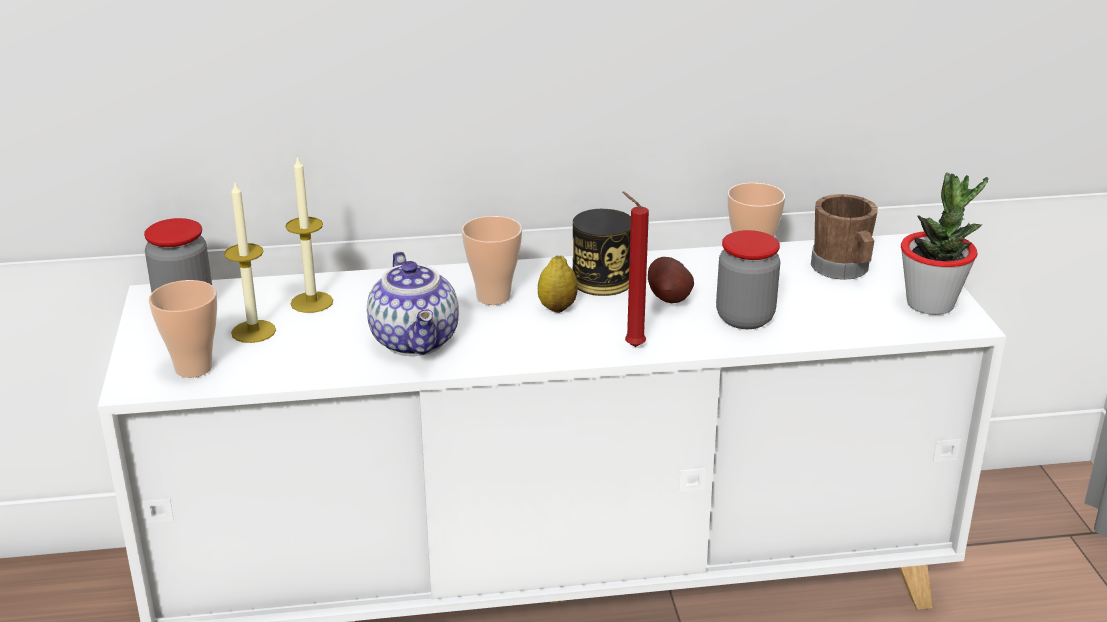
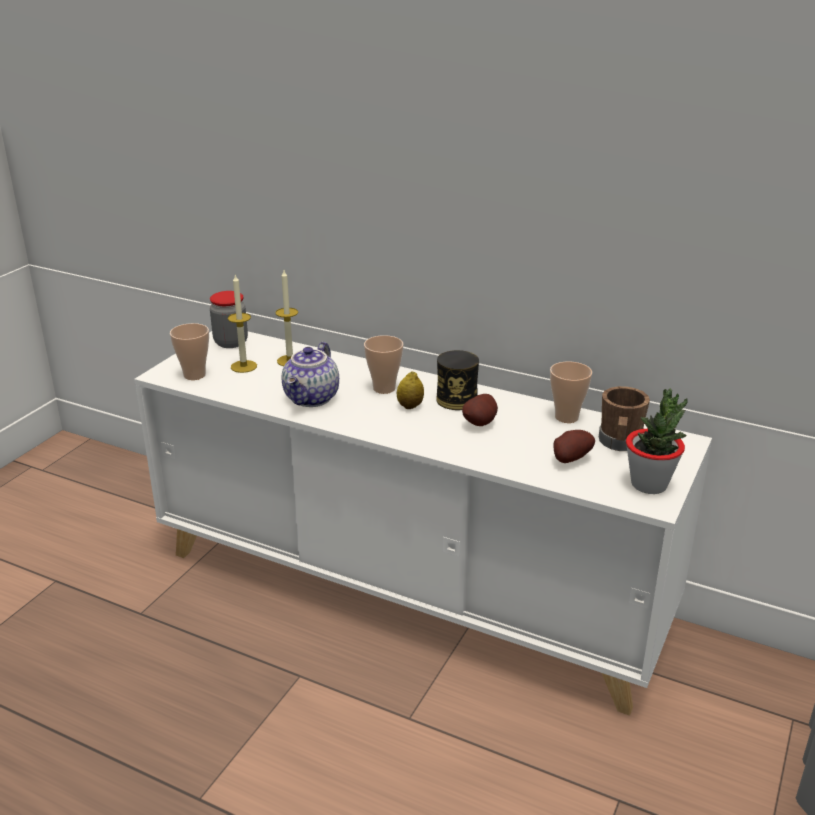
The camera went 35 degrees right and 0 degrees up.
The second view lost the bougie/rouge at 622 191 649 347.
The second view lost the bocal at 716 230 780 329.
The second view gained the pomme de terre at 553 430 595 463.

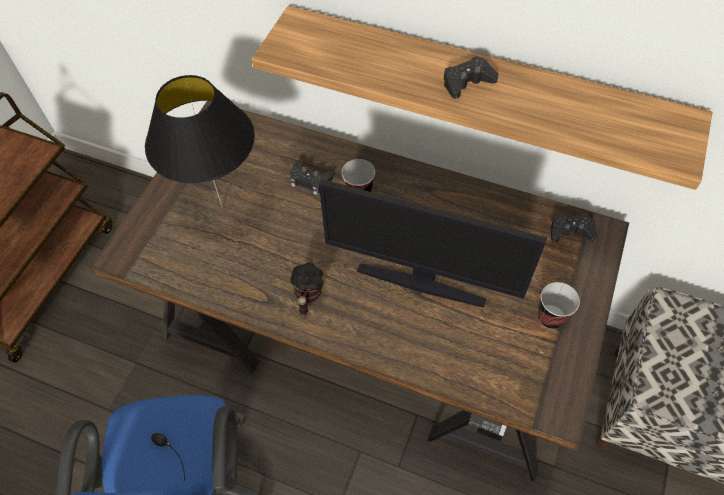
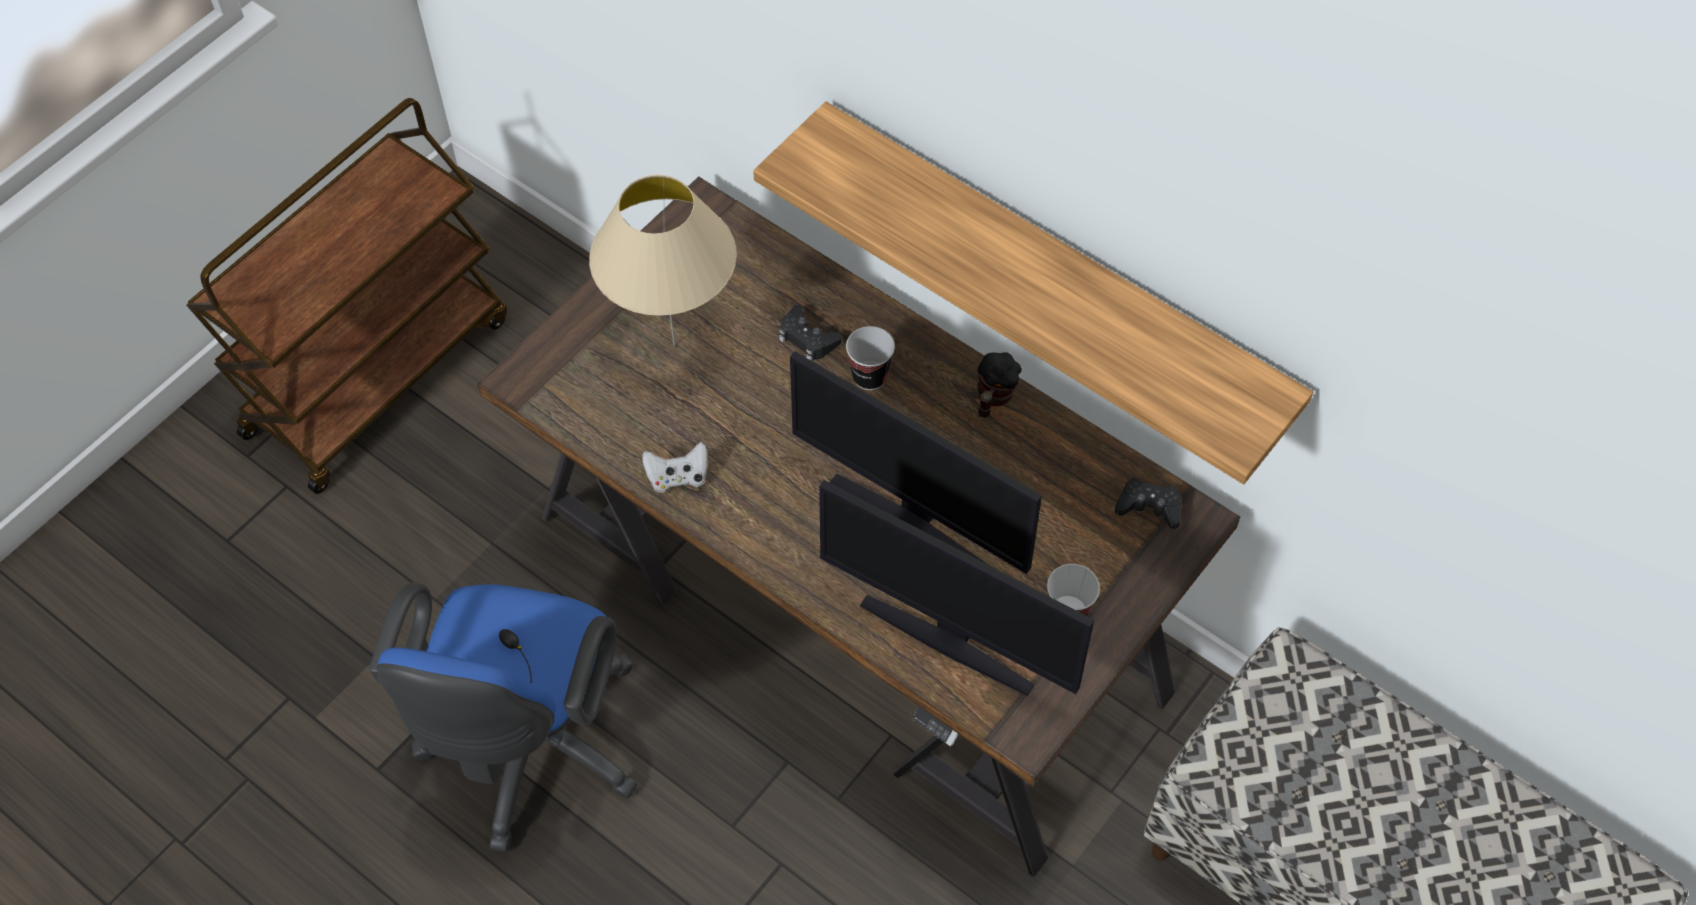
The camera went 15 degrees right and 0 degrees up.
The second view lost the manette/noir at 444 56 499 99.
The second view gained the manette/blanc at 643 442 707 493.
The second view gained the écran d'ordinateur at 819 480 1094 696.
The mug ended up elsewhere, having gone from 291 263 323 315 to 977 352 1022 418.
What was the lampe de table/noir at 145 75 255 207 turned into the lampe de table/beige at 589 175 737 346.

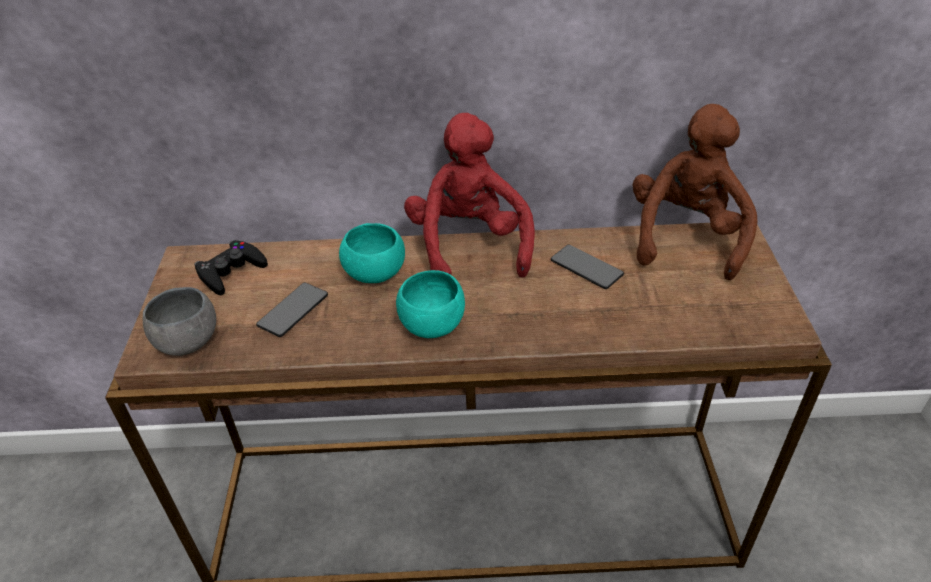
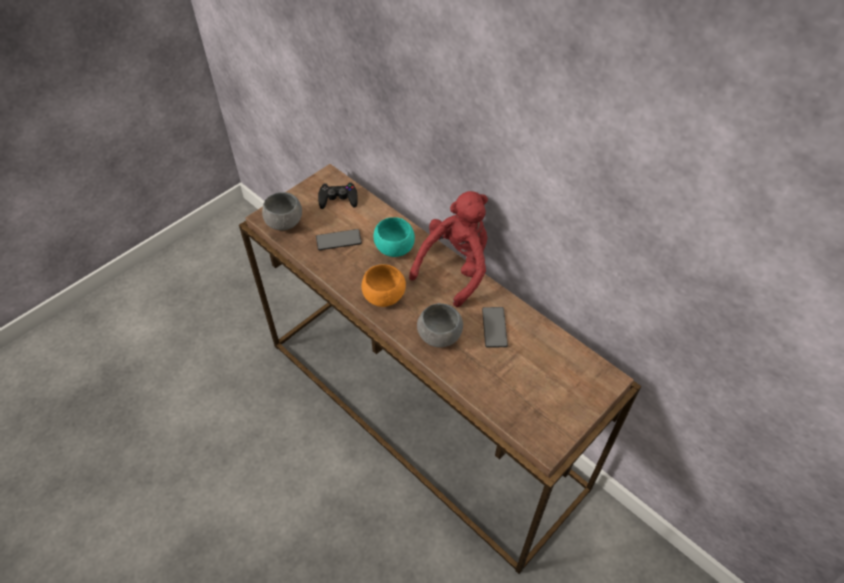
The camera went 45 degrees right and 10 degrees up.
The second view lost the peluche/marron at 633 104 758 280.
The second view gained the bol/gris at 417 303 463 348.
What was the bol/turquoise at 396 270 465 338 turned into the bol/orange at 362 264 406 307.

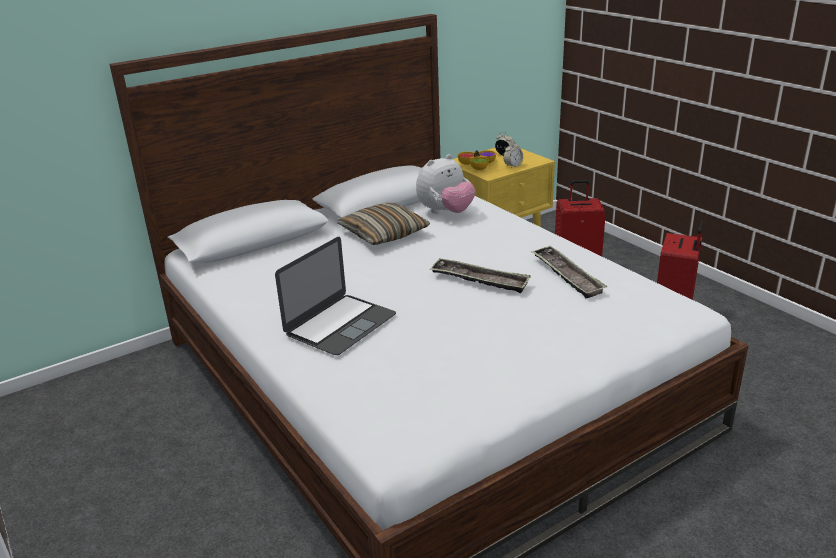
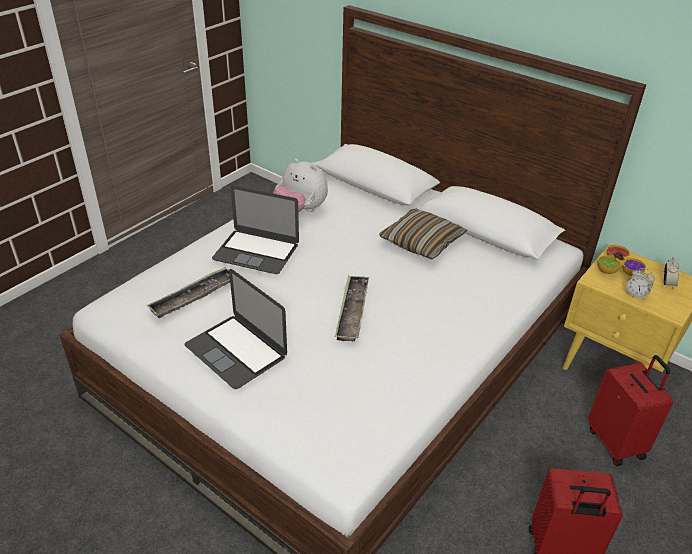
The camera went 70 degrees right and 10 degrees up.
The second view gained the ordinateur portable at 185 269 287 389.
The peluche ended up elsewhere, having gone from 416 154 476 214 to 273 159 328 213.
The plateau ended up elsewhere, having gone from 532 246 607 298 to 146 267 230 318.

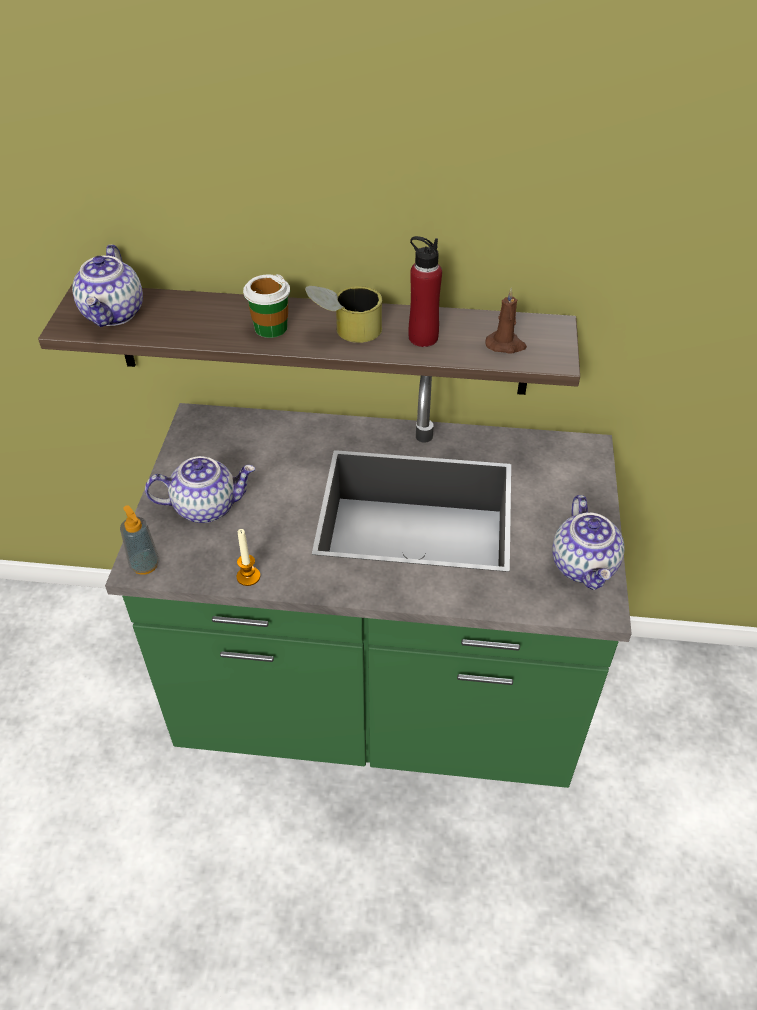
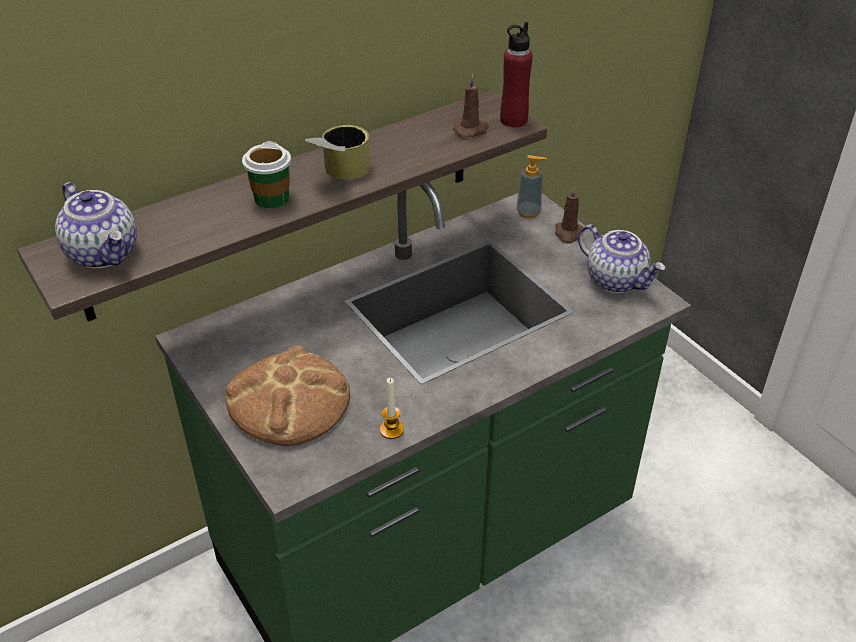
The camera went 40 degrees left and 5 degrees down.
The second view gained the bougie/marron at 555 186 583 244.
The distributeur de savon ended up elsewhere, having gone from 120 505 160 575 to 516 155 547 218.
The bouteille/rouge ended up elsewhere, having gone from 408 236 442 347 to 500 22 533 128.
Where the théière stood at 145 456 255 523, the pain came to stand at 225 345 350 446.

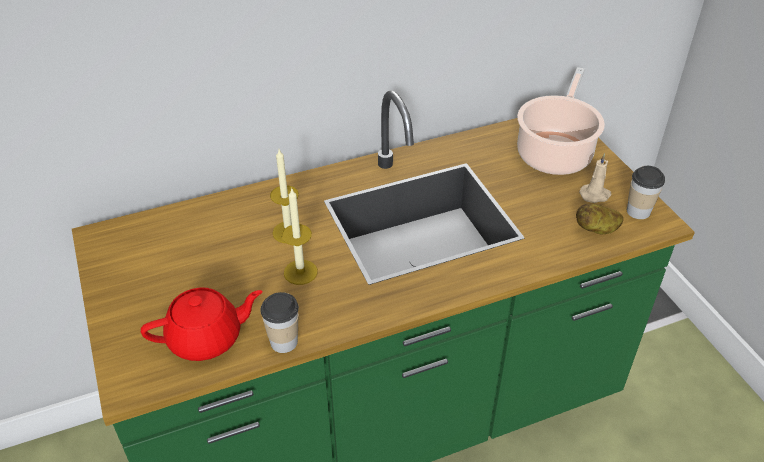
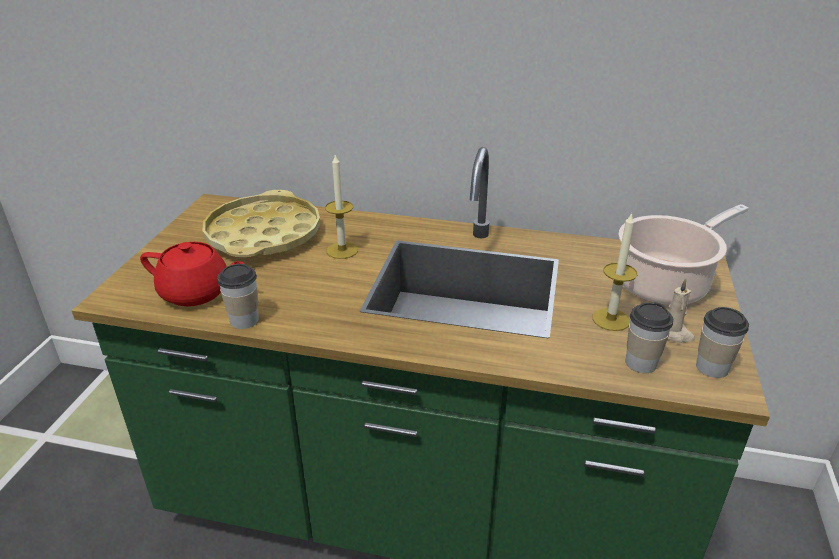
The camera went 35 degrees right and 10 degrees down.
The second view gained the plateau/jaune at 203 190 320 257.
The bougie ended up elsewhere, having gone from 282 189 318 285 to 592 213 637 331.
Where the pomme de terre stood at 576 204 623 234, the tasse came to stand at 626 302 673 373.

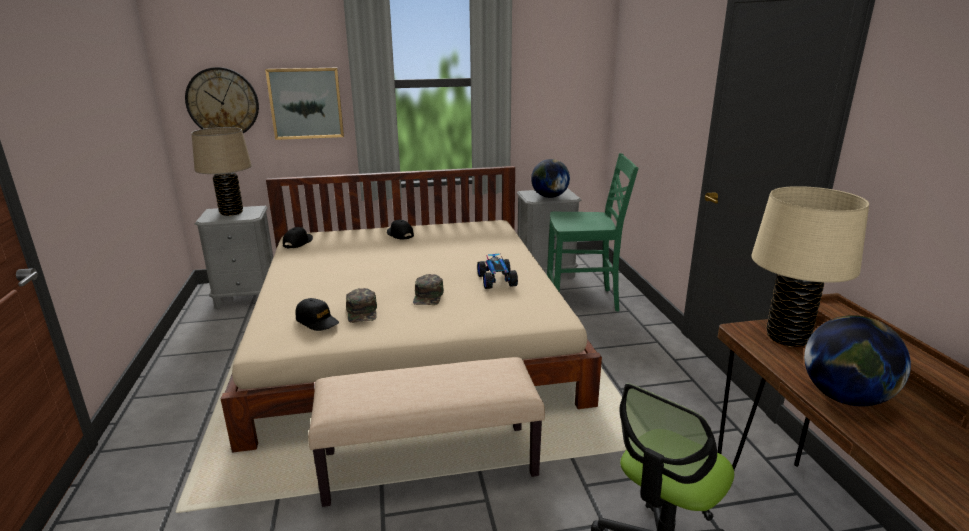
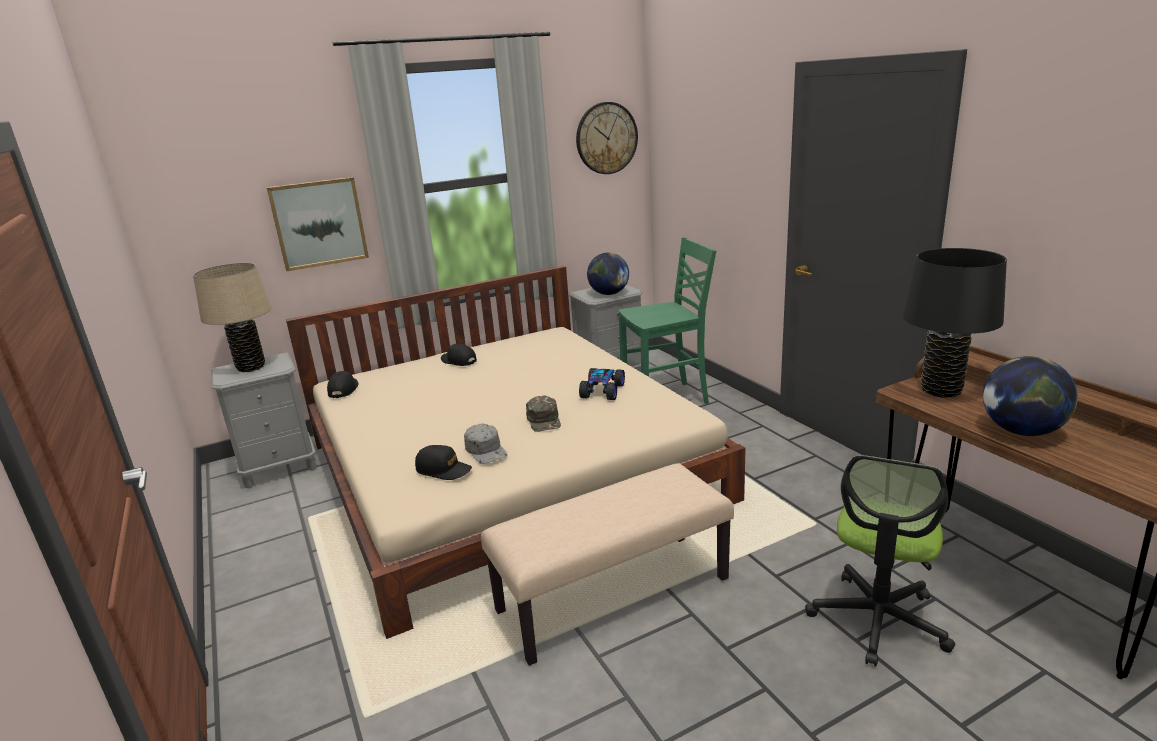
The camera went 15 degrees left and 0 degrees up.
The horloge murale ended up elsewhere, having gone from 185 67 259 133 to 576 102 638 174.
What was the casquette/vert at 346 288 377 323 turned into the casquette/gris at 464 424 507 464.
What was the lampe de table/beige at 751 186 869 347 turned into the lampe de table/noir at 903 248 1007 398.
The petite voiture at 477 253 518 289 ended up facing another way, 135 degrees counterclockwise from before.

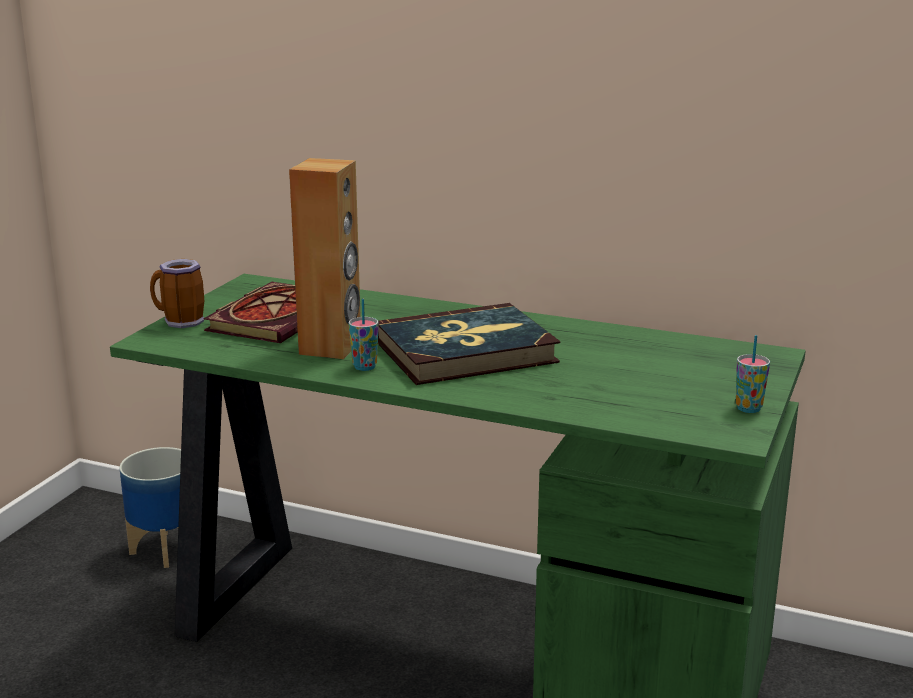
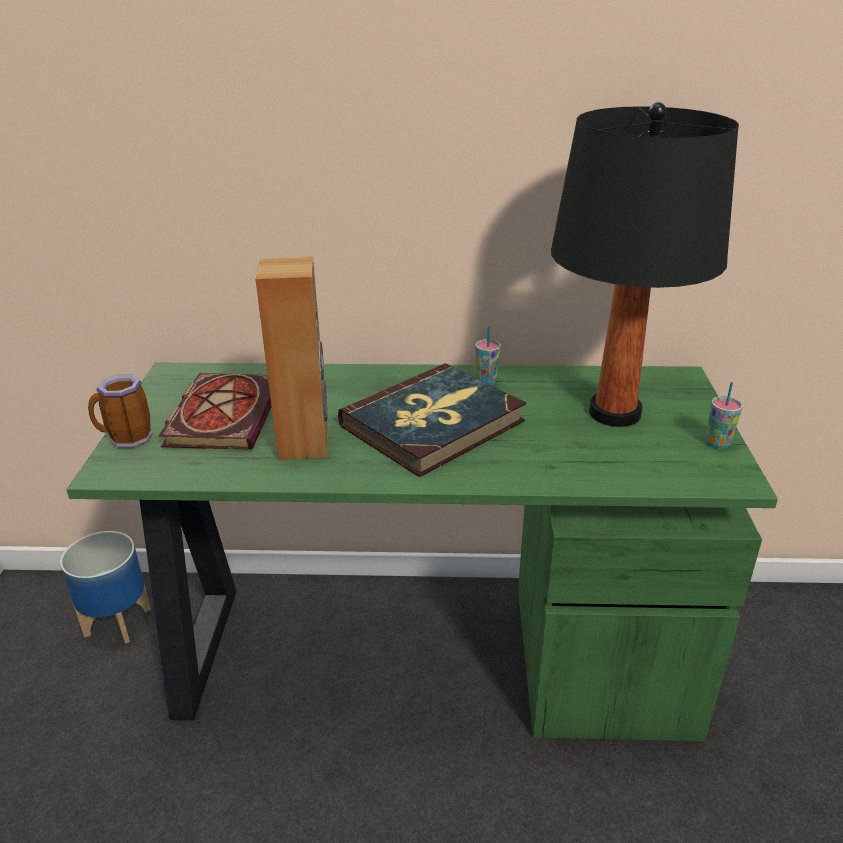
The camera went 20 degrees left and 10 degrees up.
The second view gained the lampe de table/noir at 551 102 739 427.
The tasse ended up elsewhere, having gone from 349 299 379 371 to 475 325 501 385.

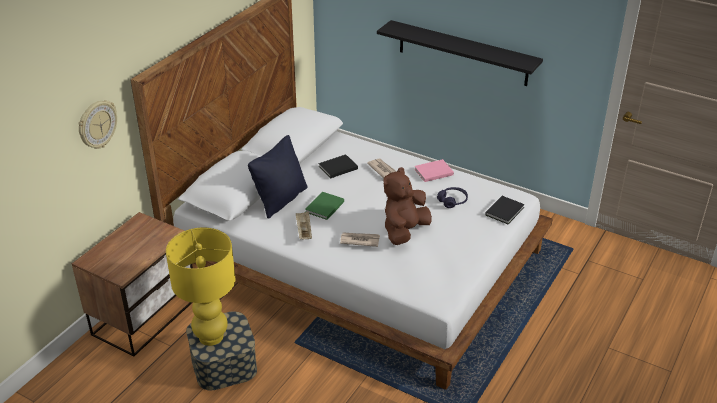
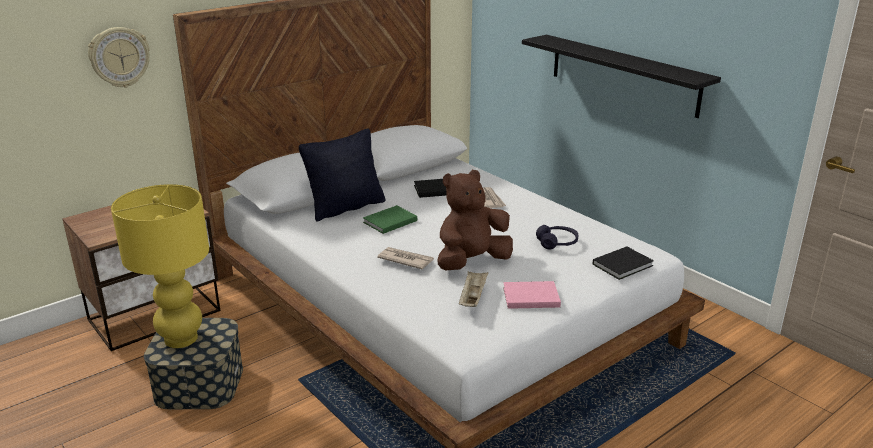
The camera went 20 degrees right and 10 degrees down.
The plateau/beige ended up elsewhere, having gone from 295 211 312 240 to 458 271 488 307.
The livre/rose ended up elsewhere, having gone from 414 159 454 182 to 503 281 561 309.

